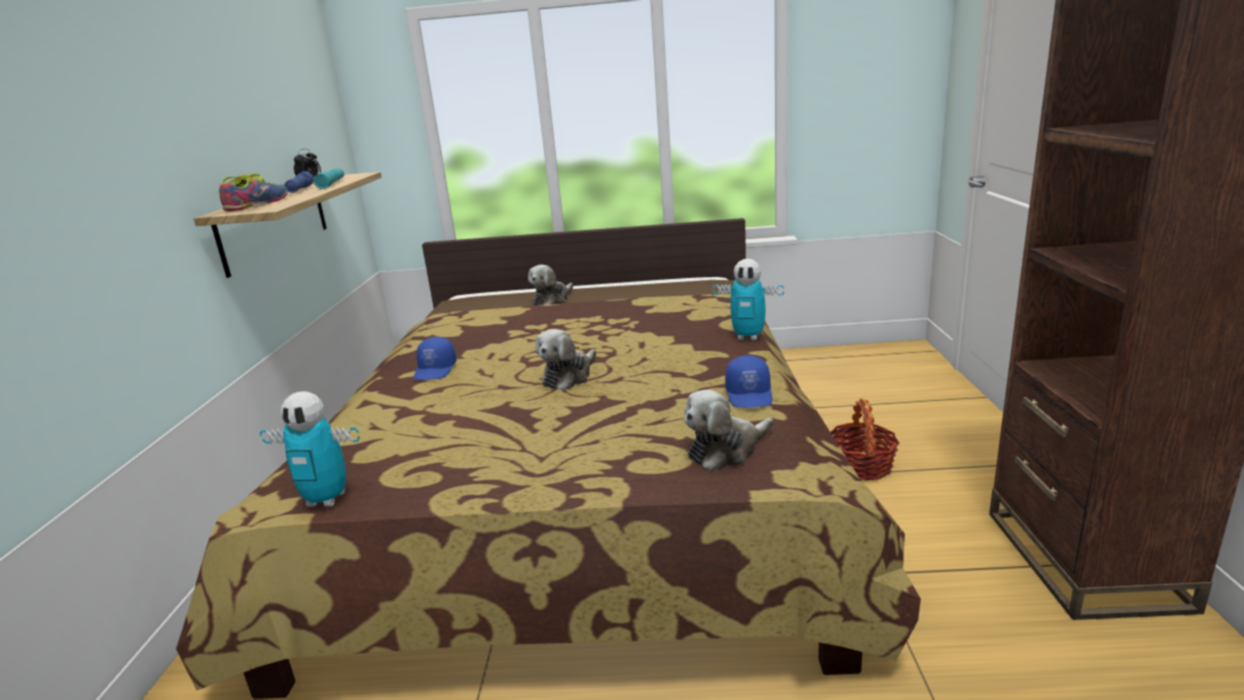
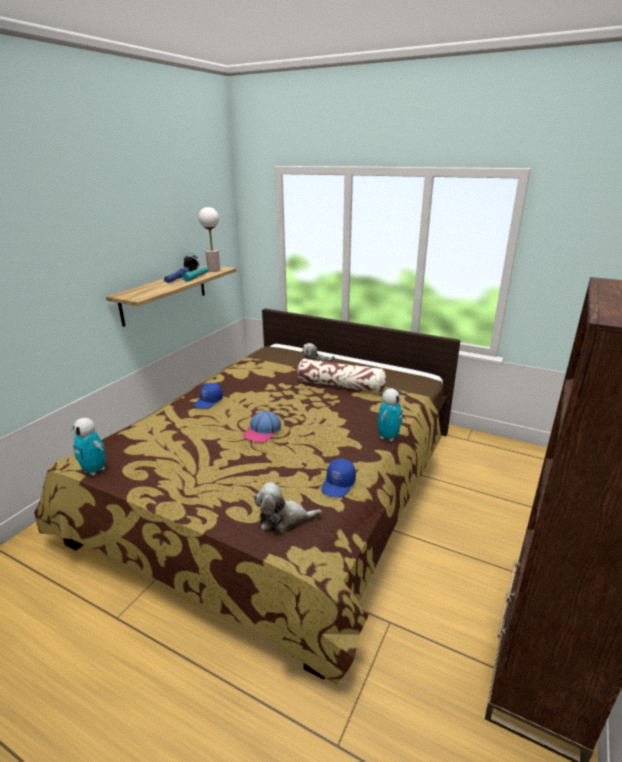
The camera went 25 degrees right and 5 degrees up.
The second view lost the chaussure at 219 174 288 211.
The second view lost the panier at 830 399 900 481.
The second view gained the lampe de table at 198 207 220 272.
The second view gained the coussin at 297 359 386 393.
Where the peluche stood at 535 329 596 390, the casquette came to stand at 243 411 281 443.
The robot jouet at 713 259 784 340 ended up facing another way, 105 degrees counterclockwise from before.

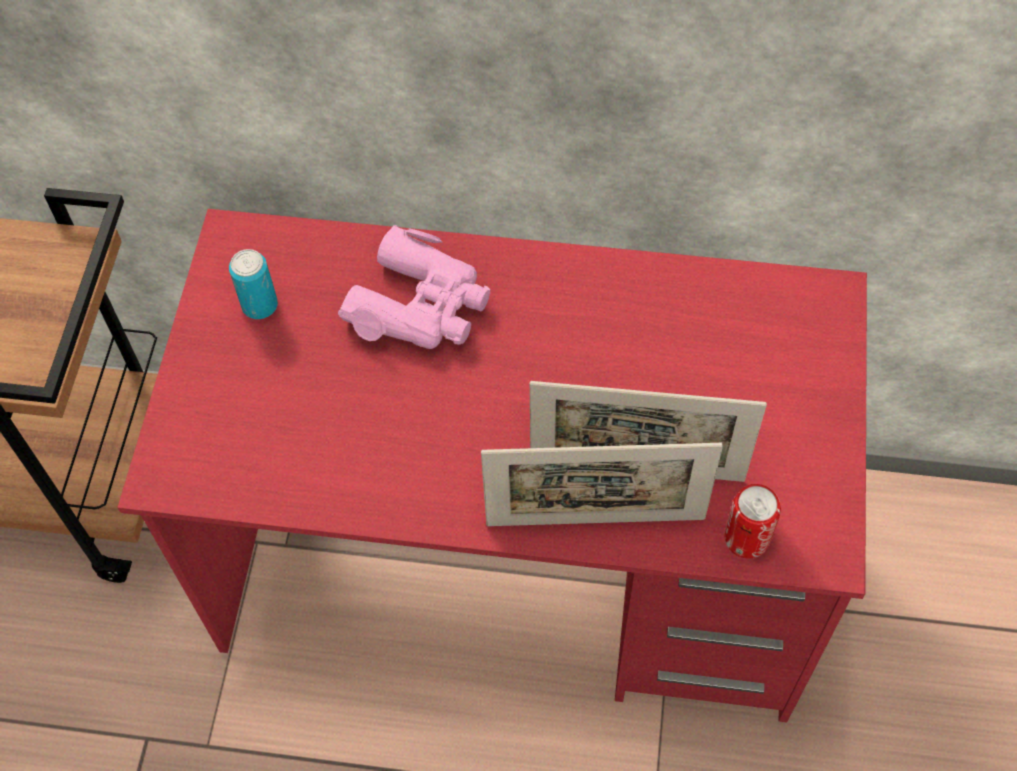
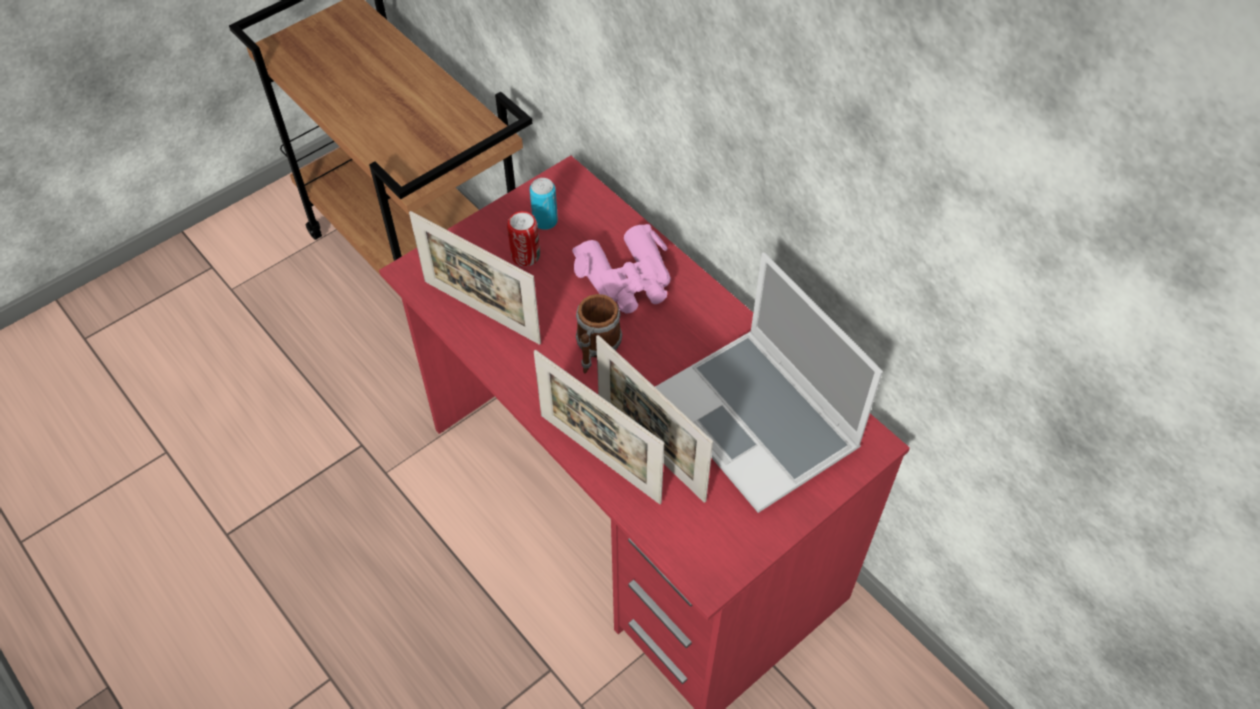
The camera went 40 degrees right and 5 degrees down.
The second view gained the cadre photo at 409 211 541 345.
The second view gained the mug at 576 294 622 374.
The second view gained the ordinateur portable at 655 253 883 513.
The boîte métallique ended up elsewhere, having gone from 724 484 781 559 to 507 211 540 266.

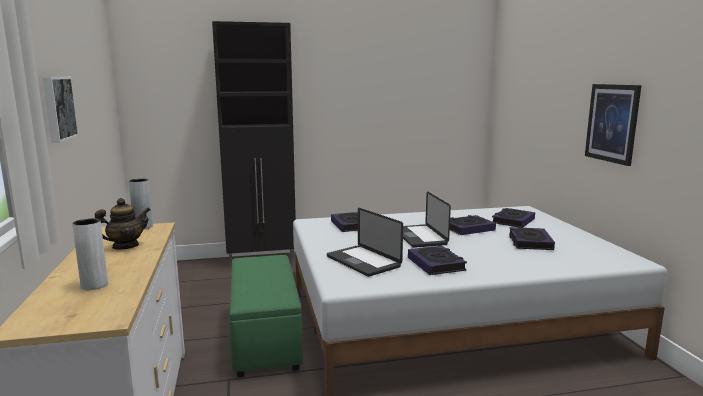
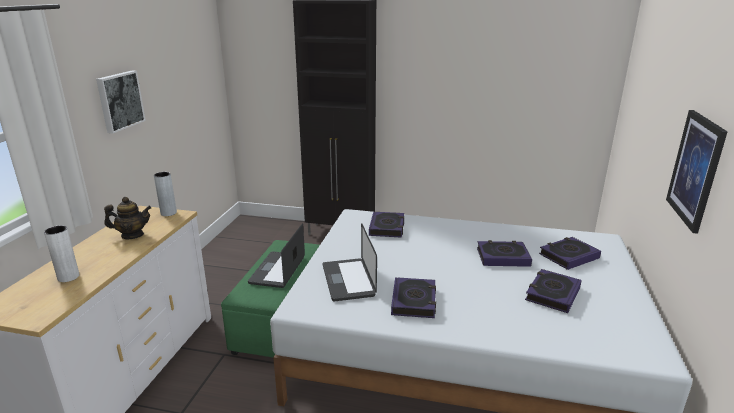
The camera went 25 degrees right and 10 degrees up.
The ordinateur portable ended up elsewhere, having gone from 403 191 451 248 to 248 223 305 288.

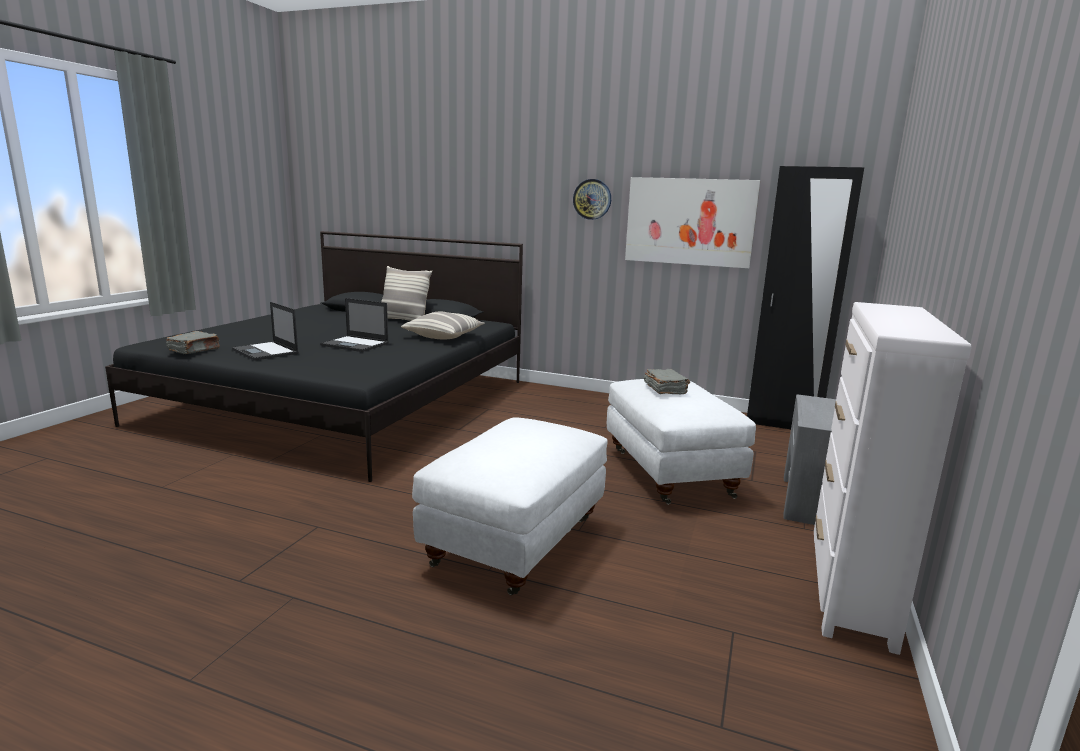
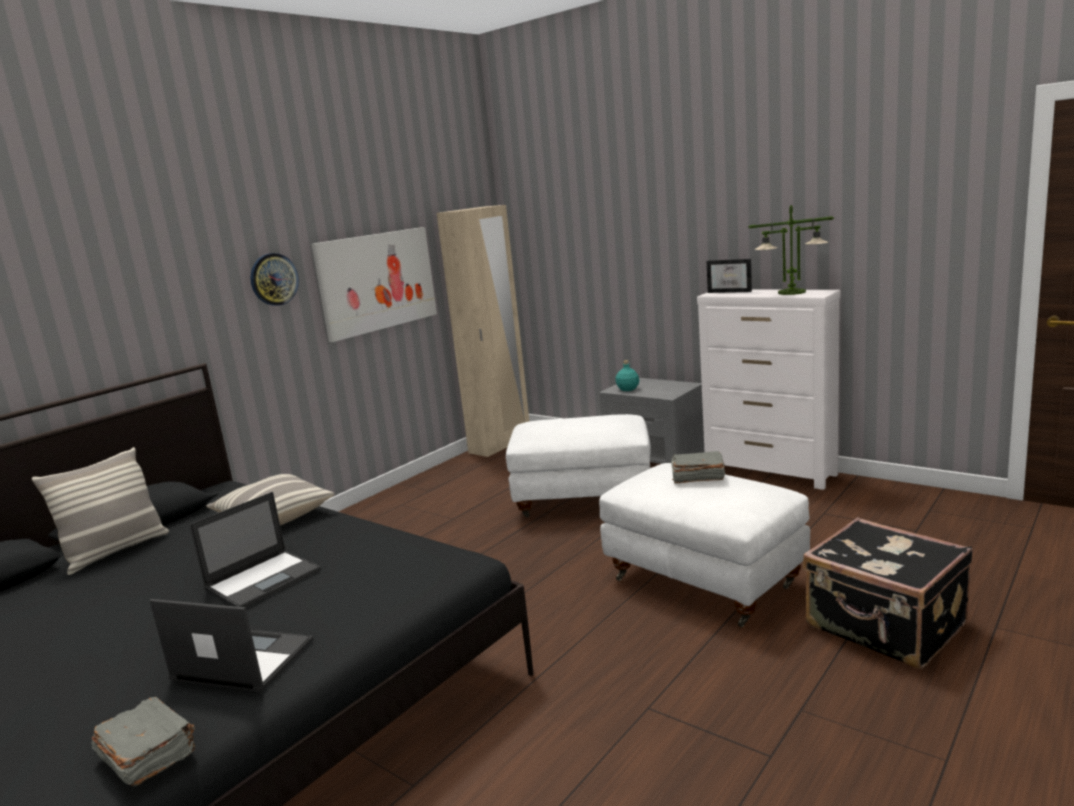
The camera went 70 degrees left and 0 degrees up.
The second view gained the bouteille/turquoise at 615 360 639 391.
The second view gained the cadre photo at 707 259 752 293.
The second view gained the lampe de table at 748 205 834 295.
The second view gained the valise/noir at 803 517 973 669.
The livre/gris ended up elsewhere, having gone from 644 369 690 395 to 671 451 725 484.
What was the armoire/noir at 747 166 864 429 turned into the armoire/beige at 436 205 529 457.
The ordinateur portable at 232 302 299 361 ended up facing another way, 135 degrees counterclockwise from before.

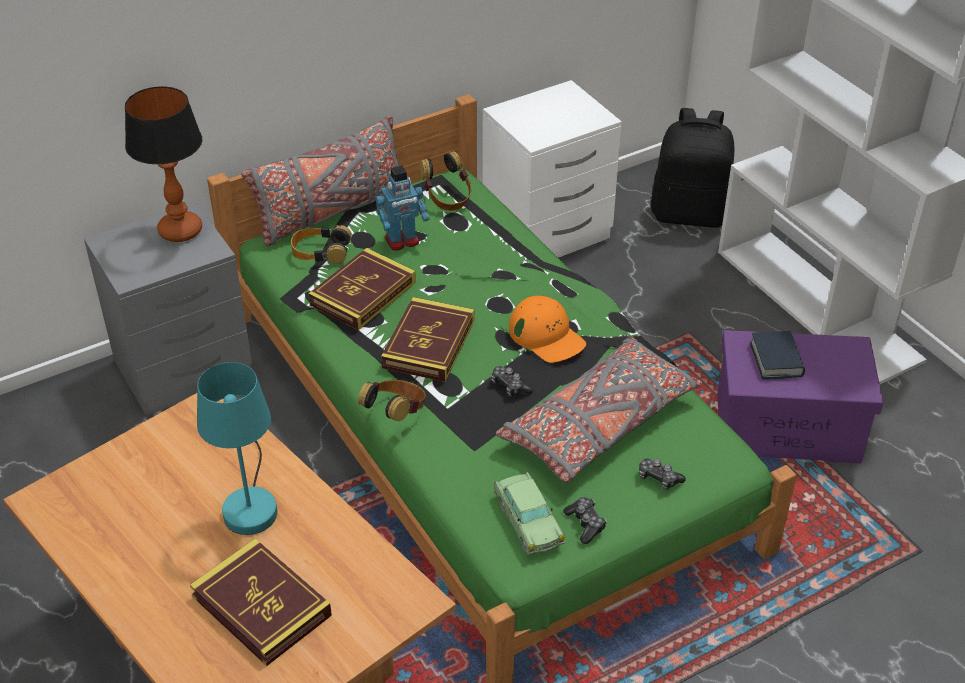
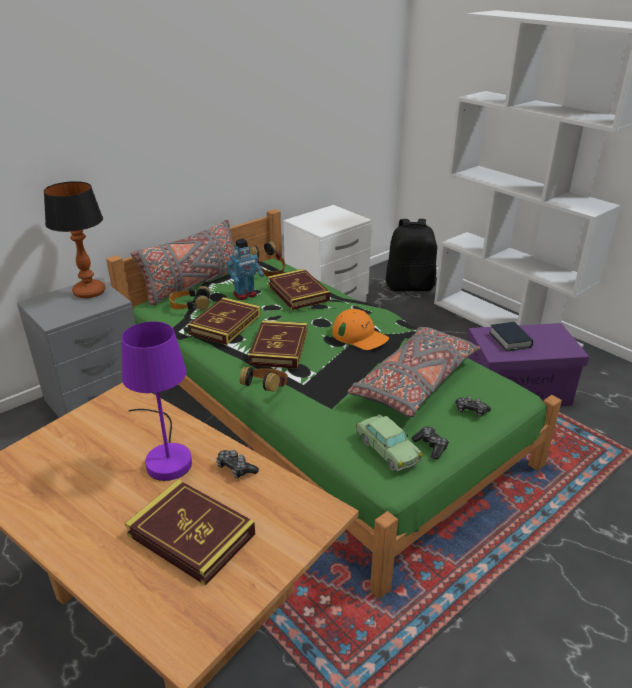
The camera went 10 degrees left and 10 degrees down.
The second view gained the livre at 268 269 330 310.
The manette ended up elsewhere, having gone from 491 366 534 397 to 216 450 259 478.
What was the lampe de table/turquoise at 197 362 277 535 turned into the lampe de table/violet at 122 322 192 481.

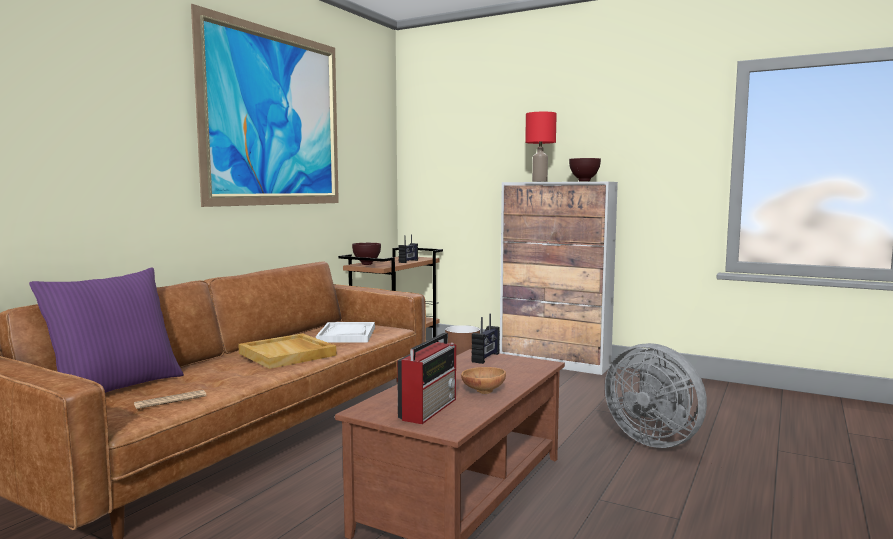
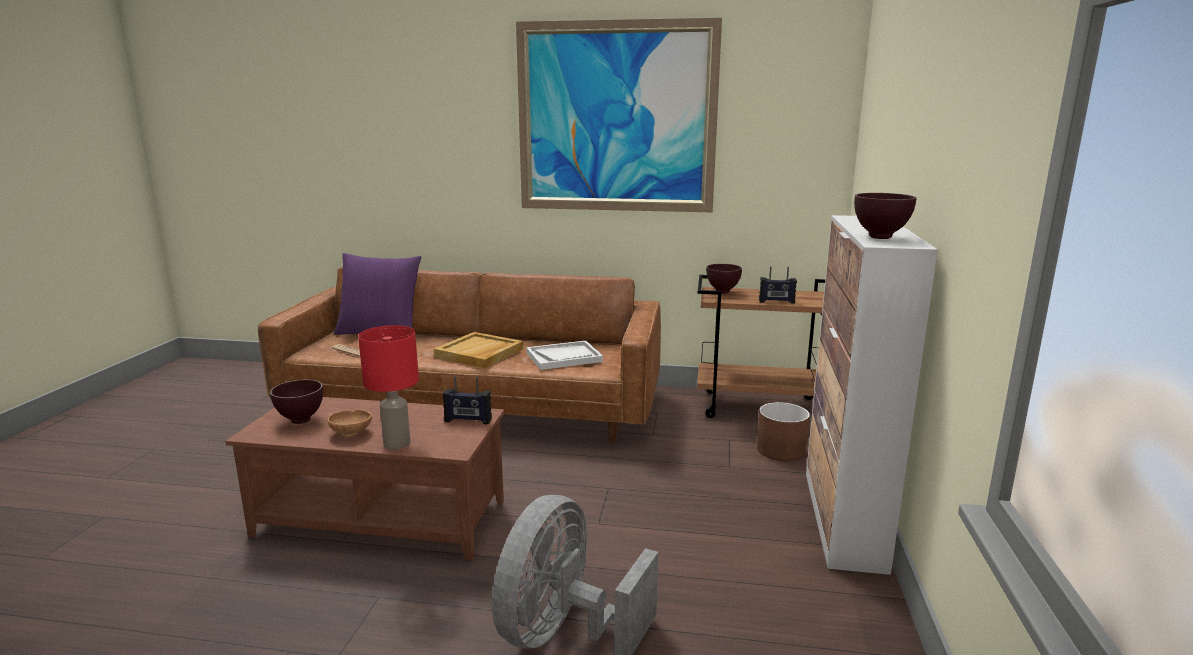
The camera went 70 degrees right and 10 degrees up.
The lampe de table/rouge ended up elsewhere, having gone from 525 112 557 182 to 358 325 419 450.
Where the radio stood at 397 333 456 424, the bol/marron came to stand at 270 379 323 424.

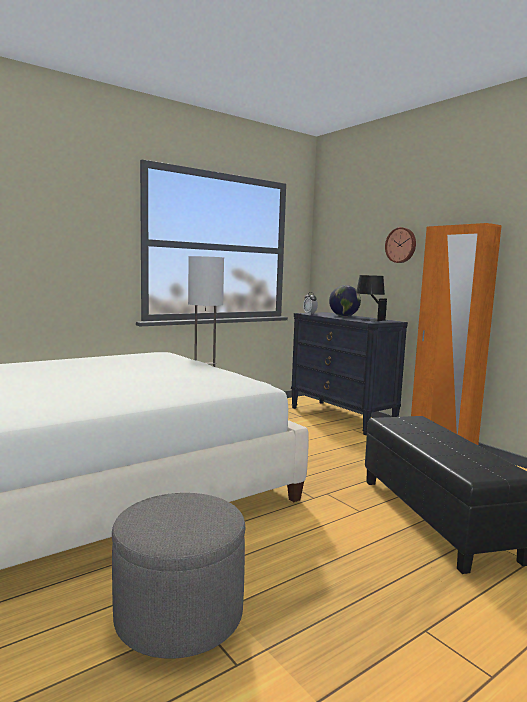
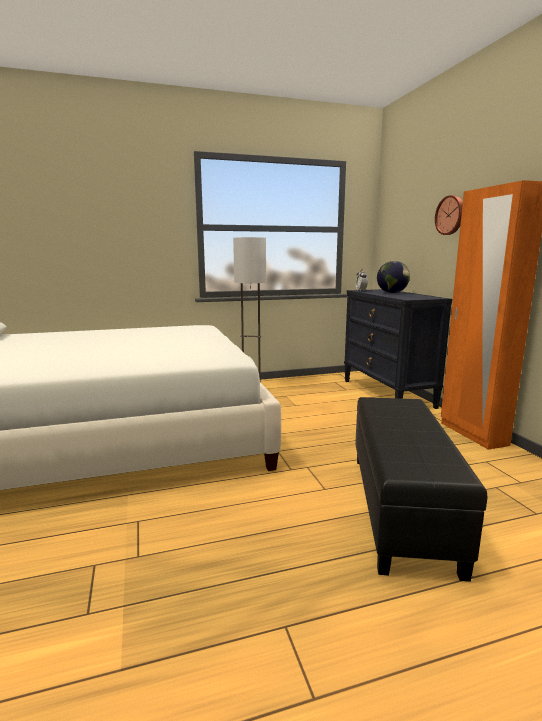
The camera went 20 degrees right and 5 degrees up.
The second view lost the pouf/gris at 112 493 245 659.
The second view lost the lampe de table/noir at 356 275 388 321.

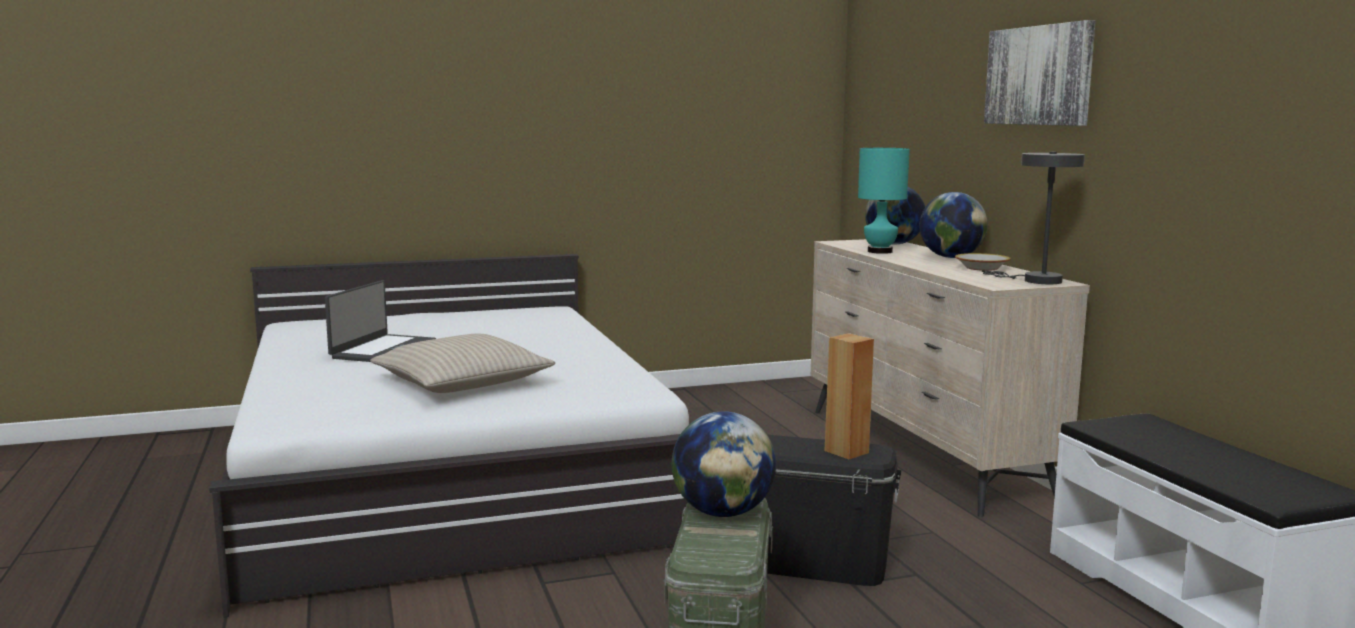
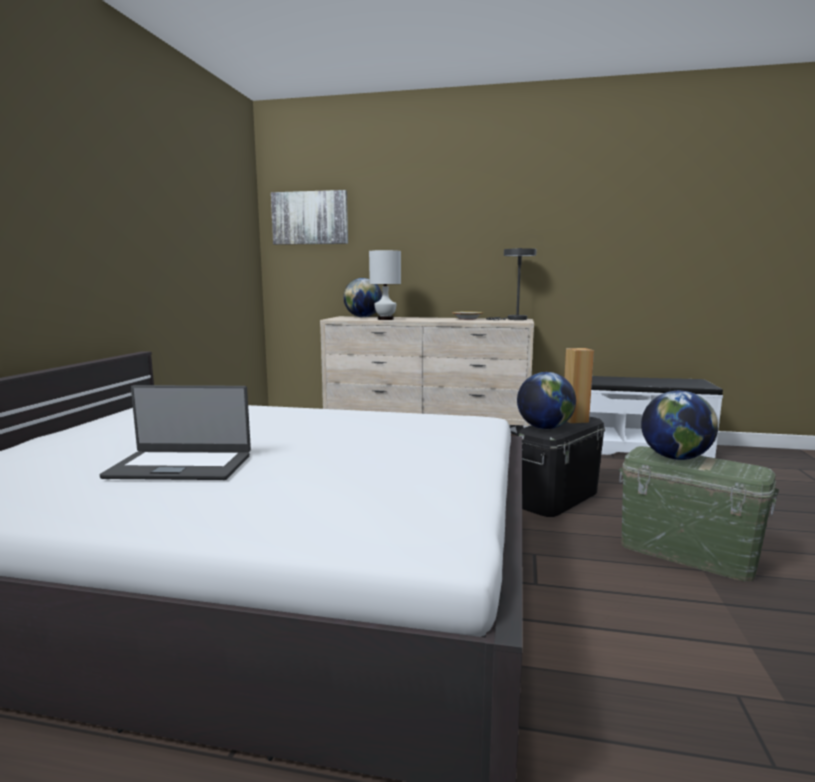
The camera went 60 degrees left and 0 degrees up.
The second view lost the coussin/beige at 370 334 555 393.
The globe ended up elsewhere, having gone from 919 192 988 258 to 517 372 576 429.
The tableau ended up elsewhere, having gone from 984 20 1096 126 to 271 190 348 245.
What was the lampe de table/turquoise at 858 148 910 254 turned into the lampe de table/blanc at 369 250 401 320.
The ordinateur portable at 325 280 436 362 ended up facing another way, 135 degrees clockwise from before.

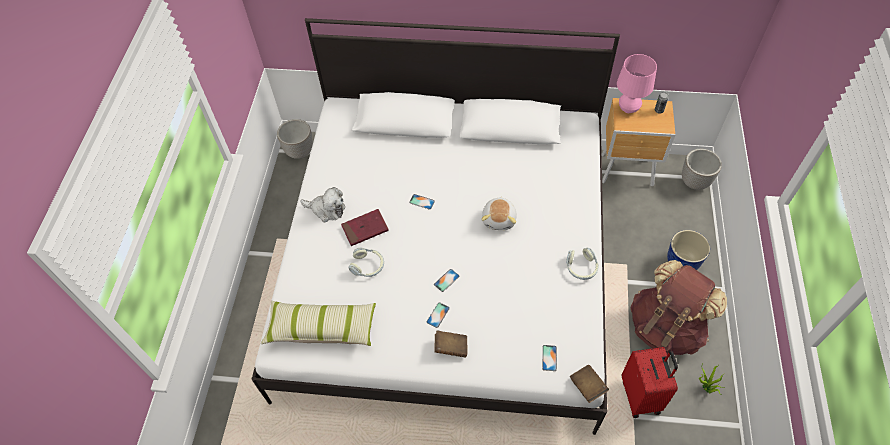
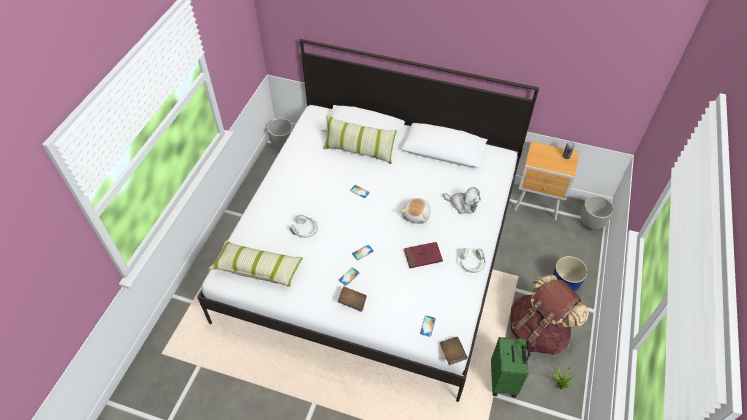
The camera went 10 degrees right and 5 degrees down.
The second view lost the lampe de table/rose at 617 54 657 113.
The second view gained the coussin at 323 115 397 164.
The peluche ended up elsewhere, having gone from 300 187 345 222 to 443 187 481 214.
The livre/rouge ended up elsewhere, having gone from 341 209 389 246 to 404 242 443 268.
What was the valise/rouge at 622 347 678 418 turned into the valise/vert at 491 337 531 398.

